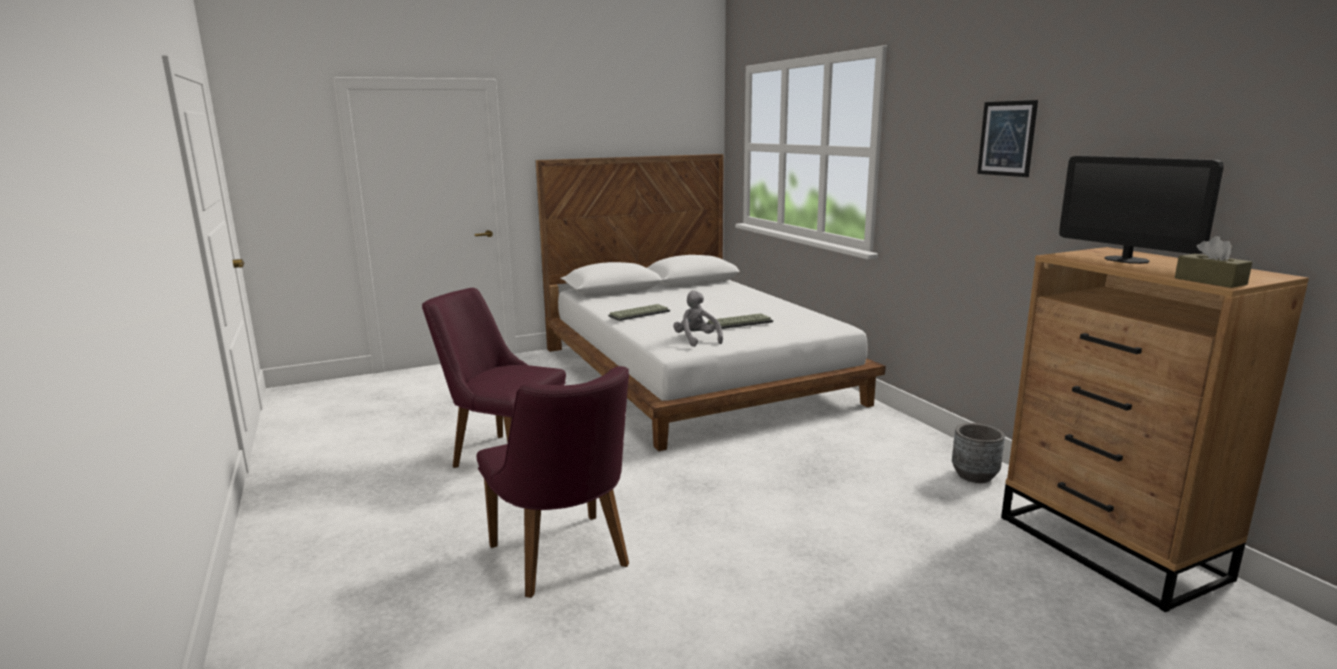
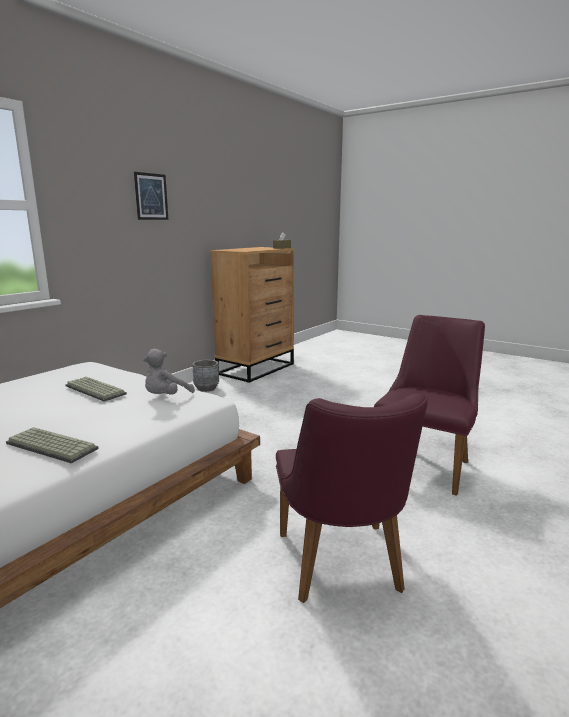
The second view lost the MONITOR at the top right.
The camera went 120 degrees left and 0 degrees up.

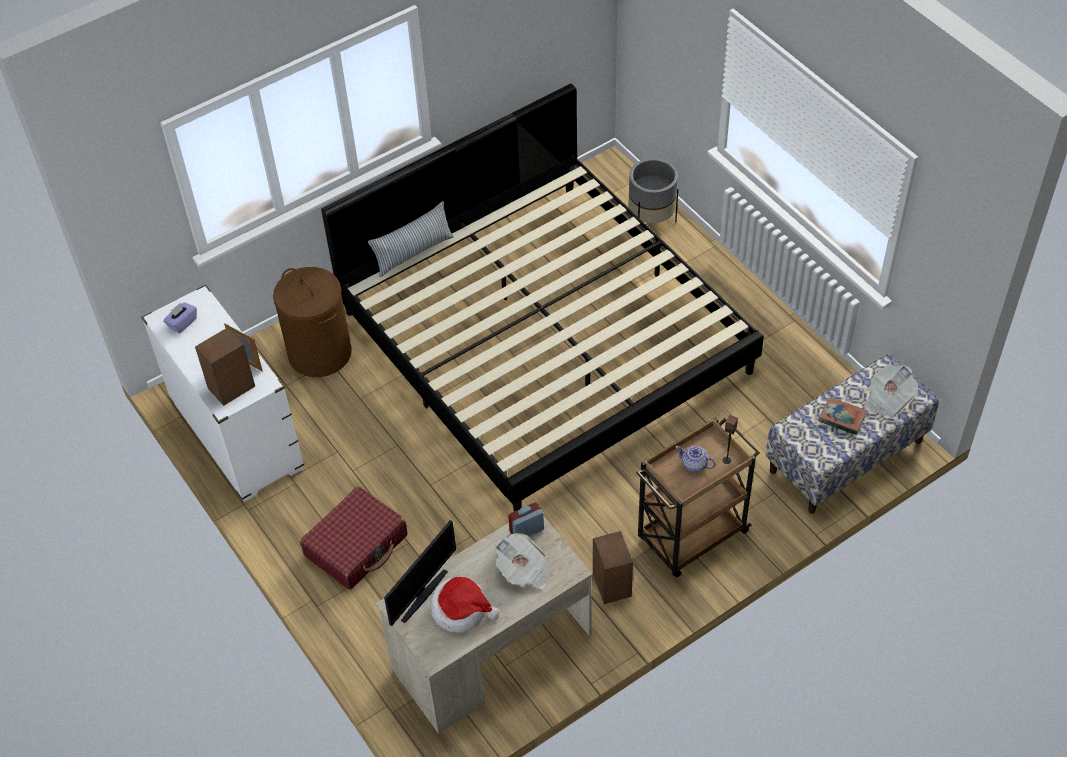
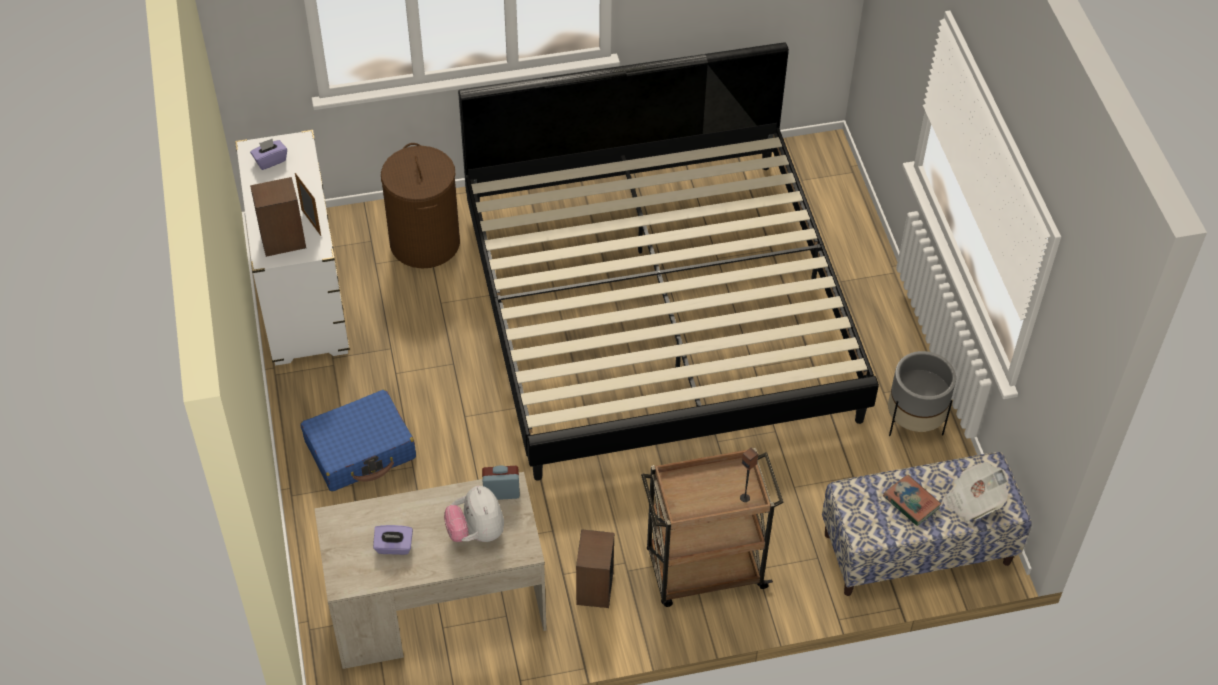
The second view lost the PILLOW at the top centre.
The second view lost the MONITOR at the bottom centre.
The second view lost the TEAPOT at the centre.
The GREY PLANTER ended up elsewhere, having gone from the top centre to the middle right.
Where the HAT stood at the bottom centre, the PURPLE TISSUE BOX (2nd from left) came to stand at the bottom left.
Where the NEWSPAPER (1st from left) stood at the bottom centre, the PLUSH TOY came to stand at the bottom centre.
What was the RED SUITCASE at the bottom left turned into the BLUE SUITCASE at the middle left.
The camera went 20 degrees right and 0 degrees up.

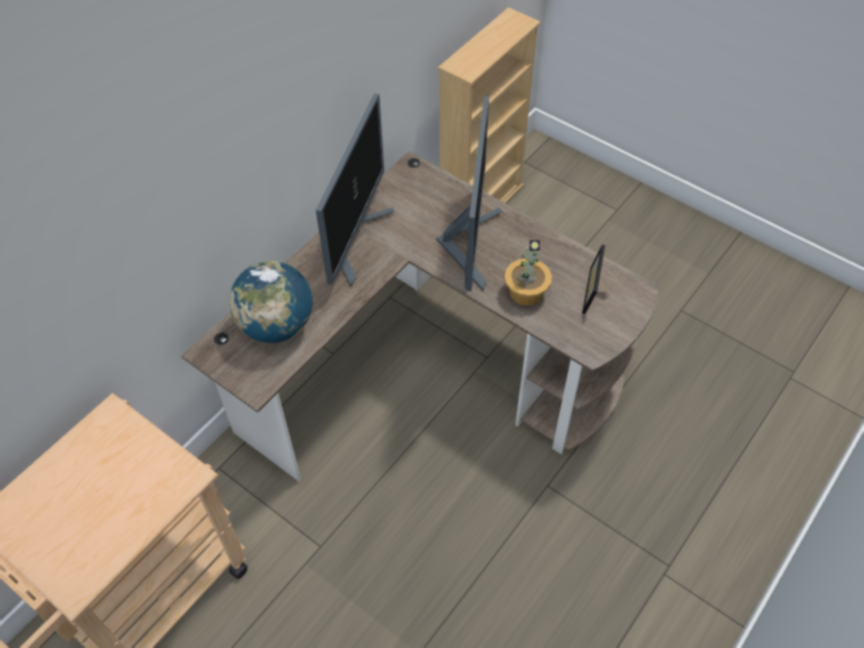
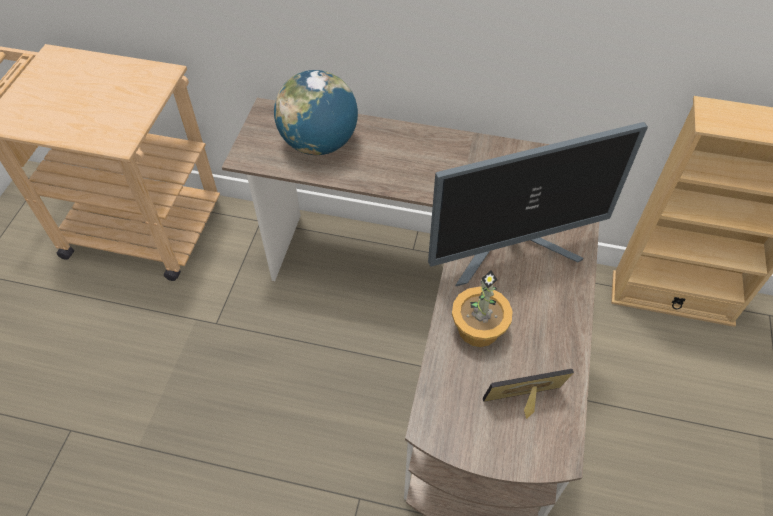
The second view lost the MONITOR (1st from left) at the top centre.
The camera went 65 degrees right and 0 degrees up.

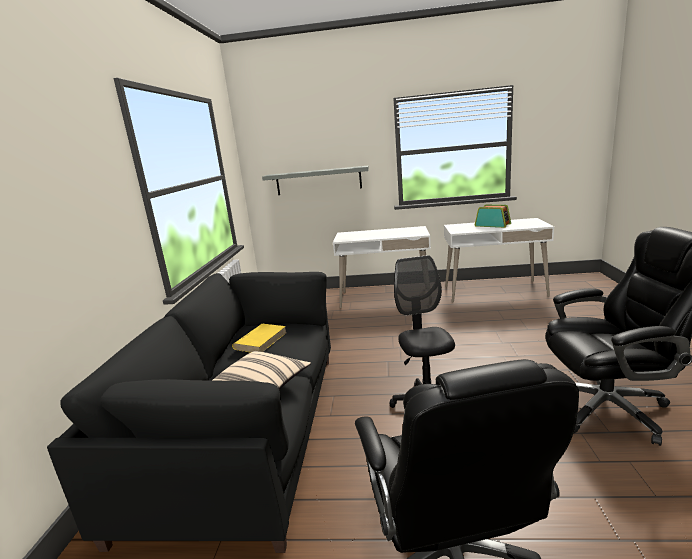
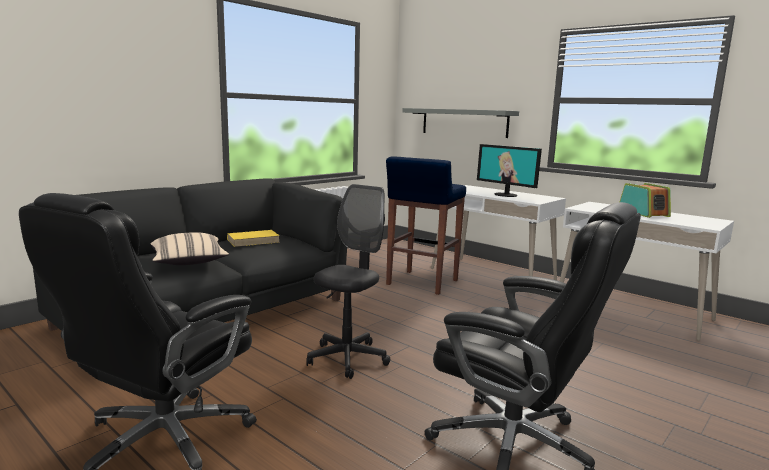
The second view gained the BLUE STOOL at the centre.
The second view gained the MONITOR at the centre.
The camera went 35 degrees right and 5 degrees down.

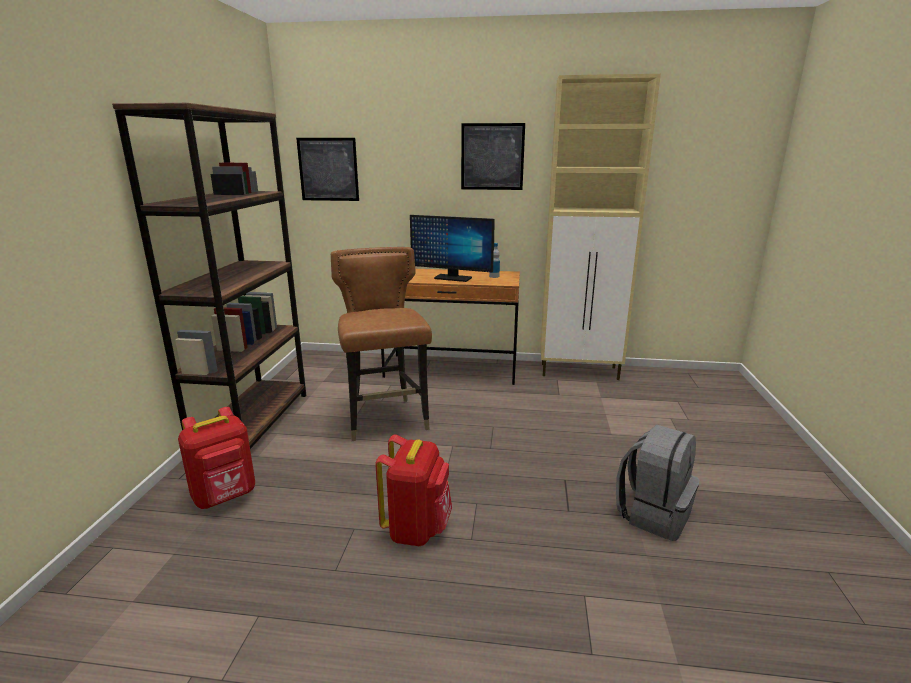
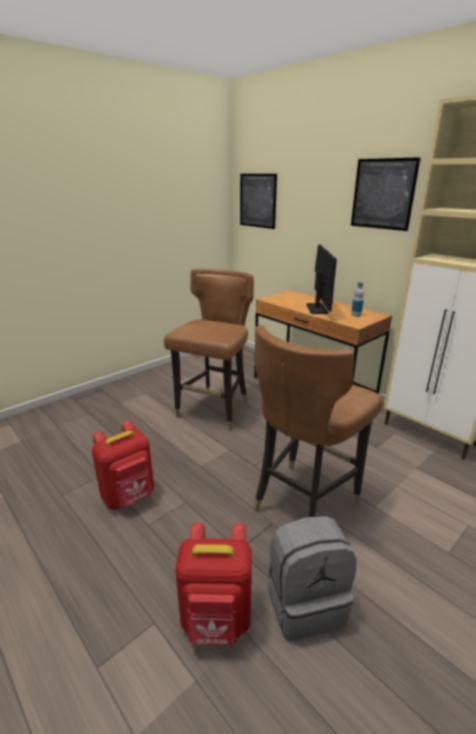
The second view lost the BROWN BOOKCASE at the middle left.
The second view gained the BROWN CHAIR (2nd from left) at the middle right.
The RED BACKPACK (1st from left in the first image) ended up elsewhere, having gone from the bottom left to the bottom centre.
The MONITOR at the centre ended up facing another way, 150 degrees counterclockwise from before.
The camera went 40 degrees right and 5 degrees up.

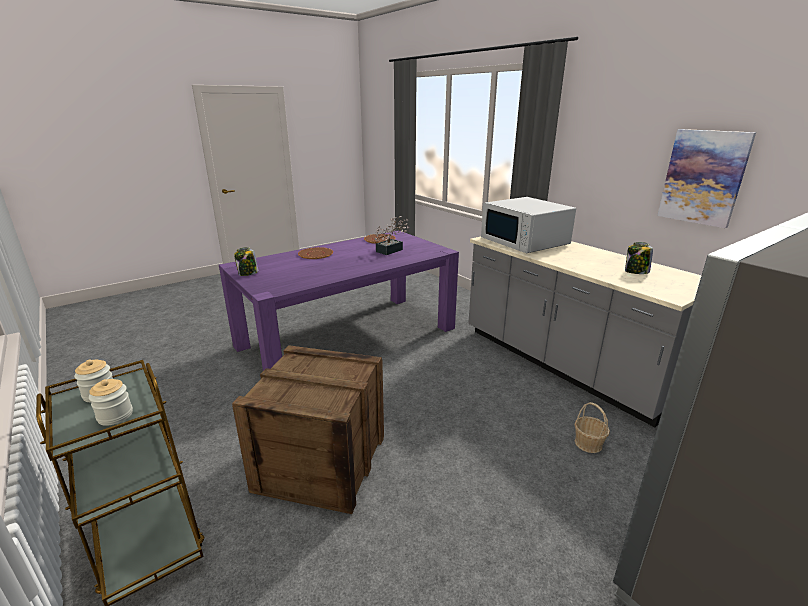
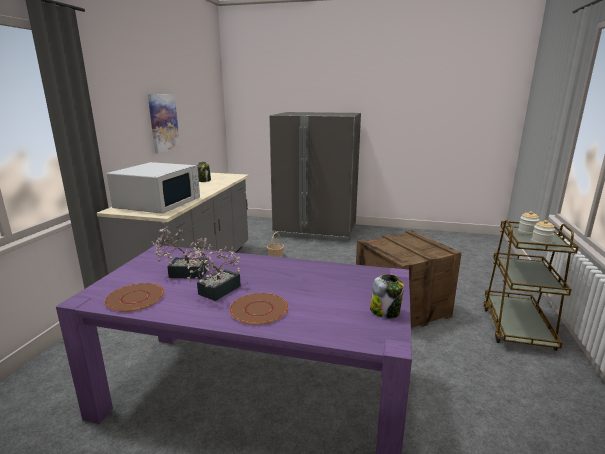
The second view gained the POTTED PLANT (2nd from left) at the centre.
The camera went 130 degrees left and 5 degrees down.

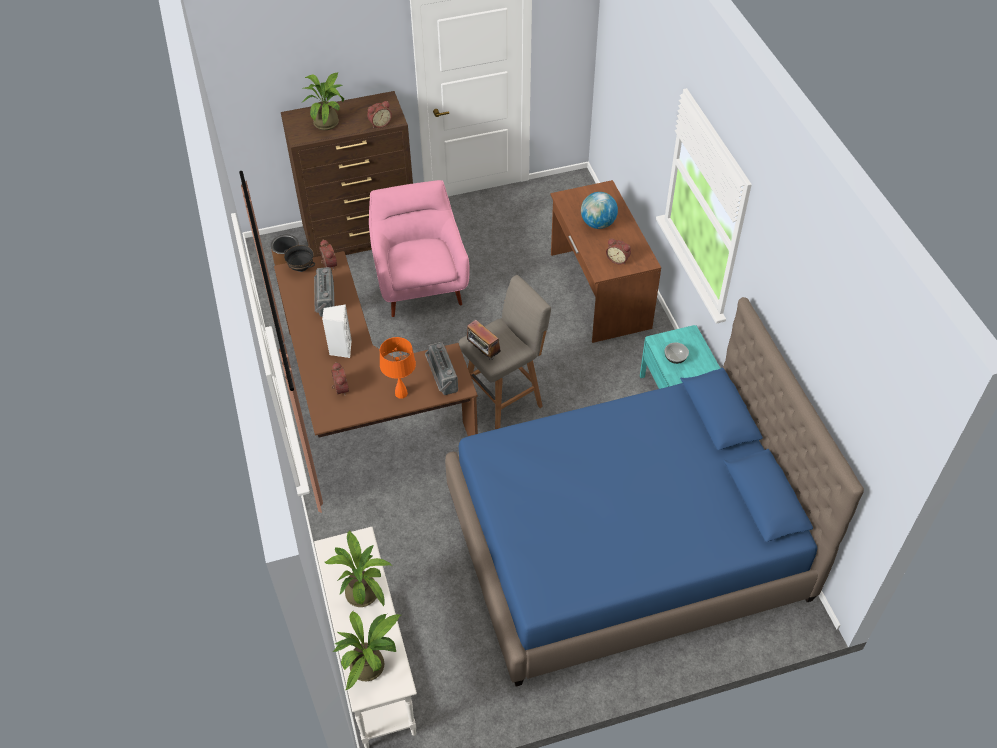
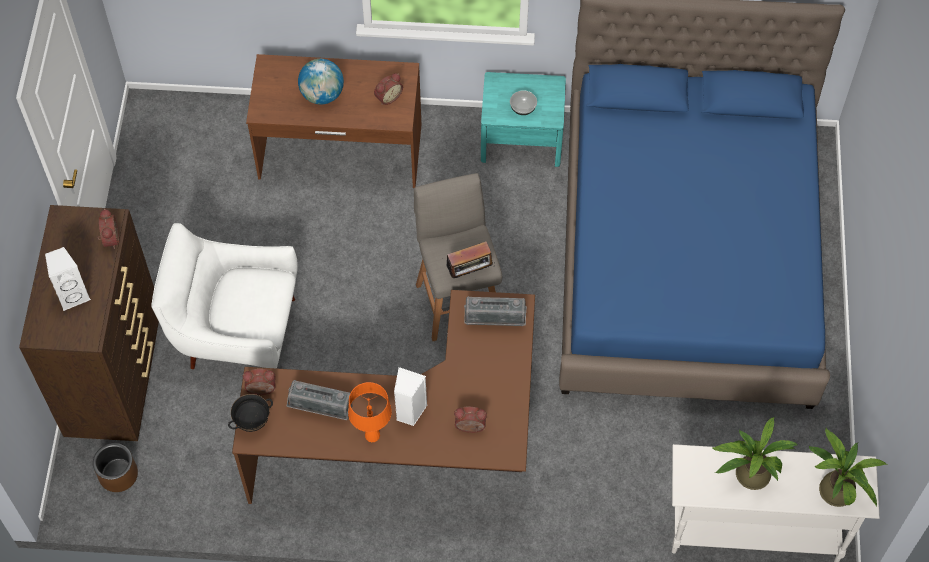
The ORANGE TABLE LAMP ended up elsewhere, having gone from the centre to the bottom centre.
Where the POTTED PLANT (1st from left) stood at the top left, the WHITE SPEAKER (1st from left) came to stand at the middle left.
What was the PINK ARMCHAIR at the top centre turned into the WHITE ARMCHAIR at the middle left.
The camera went 70 degrees left and 10 degrees up.

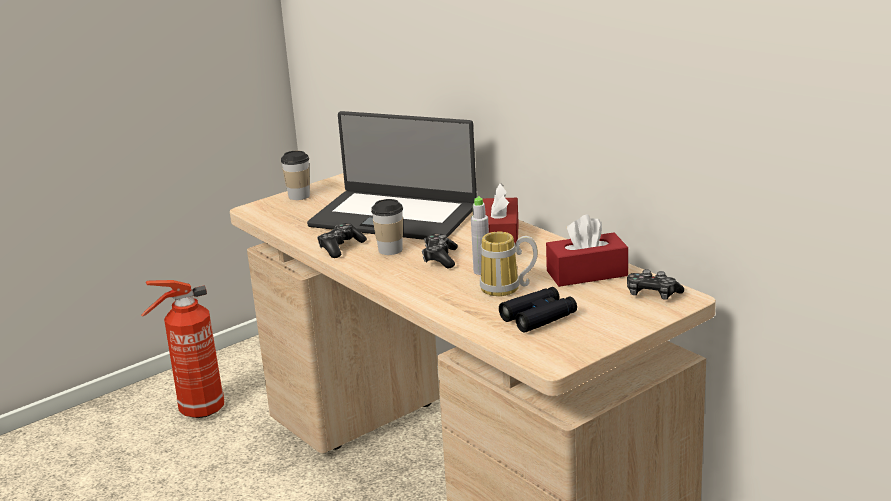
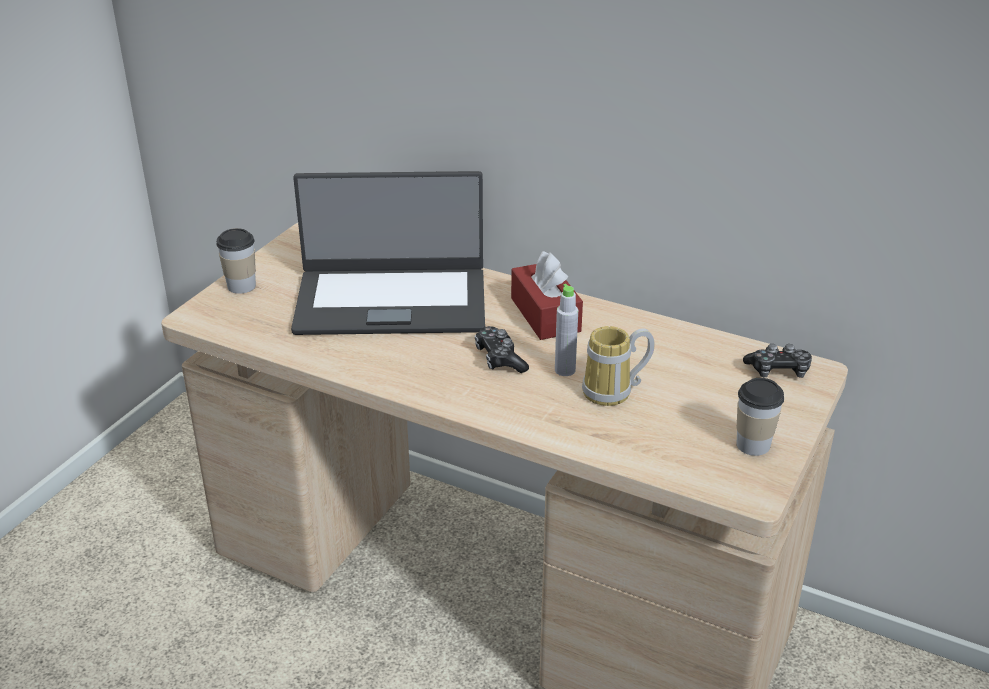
The second view lost the FIRE EXTINGUISHER at the bottom left.
The second view lost the GAME CONTROLLER (1st from left) at the centre.
The second view lost the BLACK BINOCULARS at the centre.
The second view lost the RED TISSUE BOX (2nd from left) at the centre.
The CUP (2nd from left) ended up elsewhere, having gone from the centre to the middle right.
The camera went 25 degrees left and 10 degrees up.

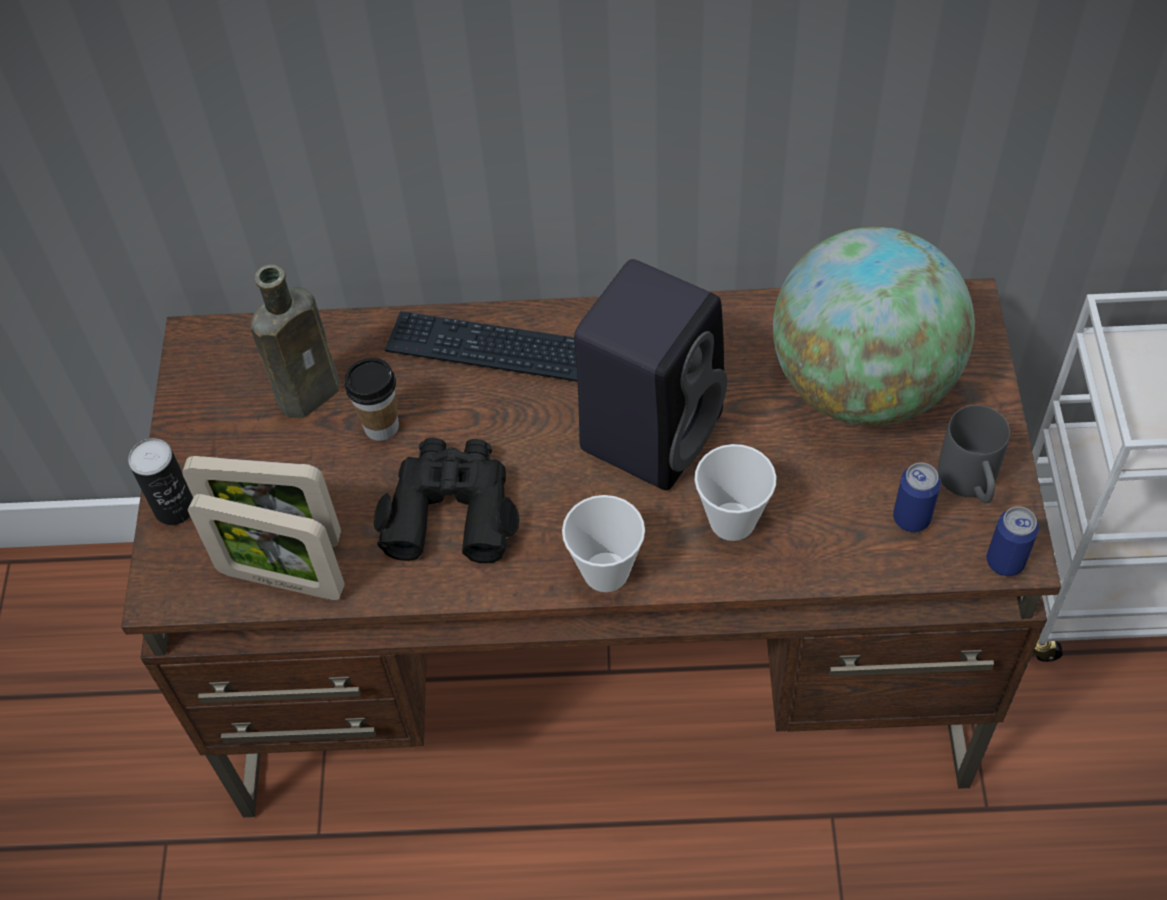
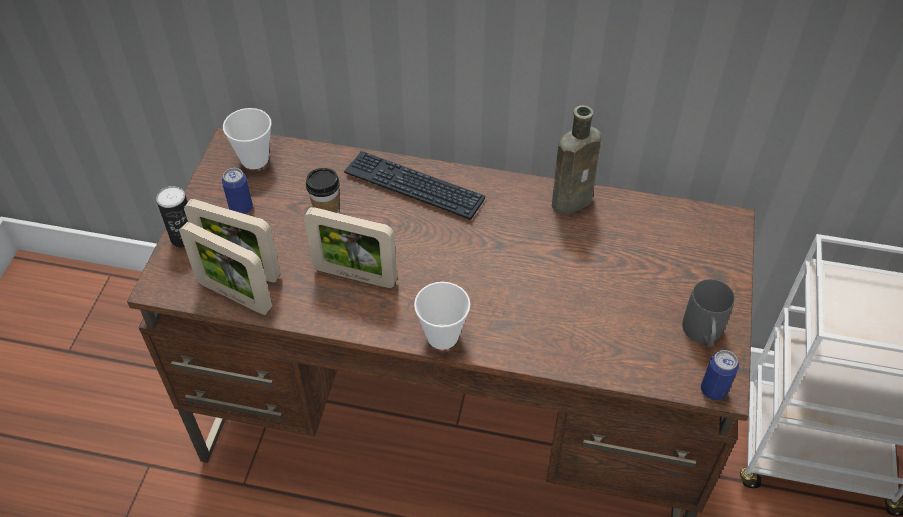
The second view lost the BLACK SPEAKER at the centre.
The second view lost the GLOBE at the middle right.
The BROWN BOTTLE ended up elsewhere, having gone from the middle left to the top centre.
The CUP (3rd from left in the first image) ended up elsewhere, having gone from the centre to the top left.
The CAN (2nd from left) ended up elsewhere, having gone from the middle right to the middle left.
Where the BLACK BINOCULARS stood at the centre, the PICTURE FRAME (3rd from left) came to stand at the centre.
The camera went 10 degrees right and 5 degrees down.

